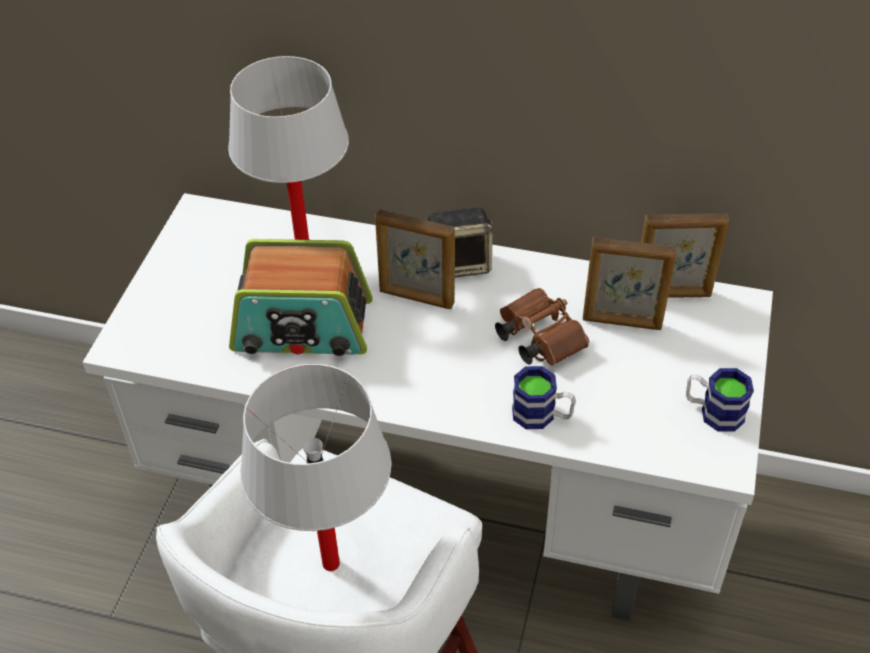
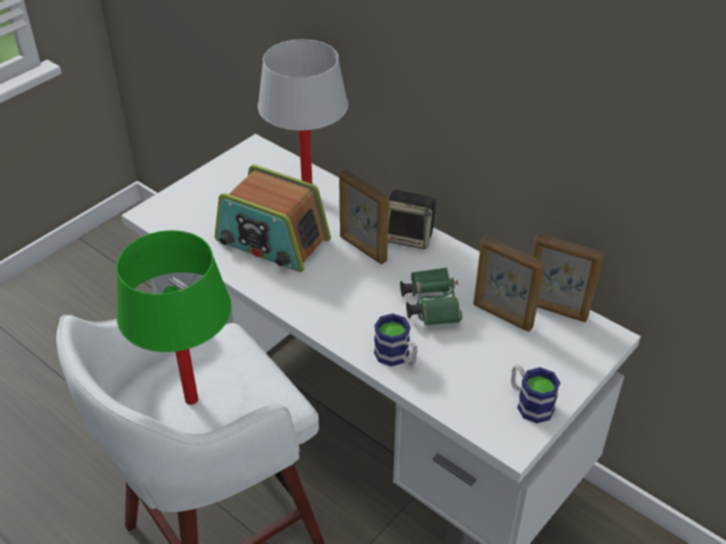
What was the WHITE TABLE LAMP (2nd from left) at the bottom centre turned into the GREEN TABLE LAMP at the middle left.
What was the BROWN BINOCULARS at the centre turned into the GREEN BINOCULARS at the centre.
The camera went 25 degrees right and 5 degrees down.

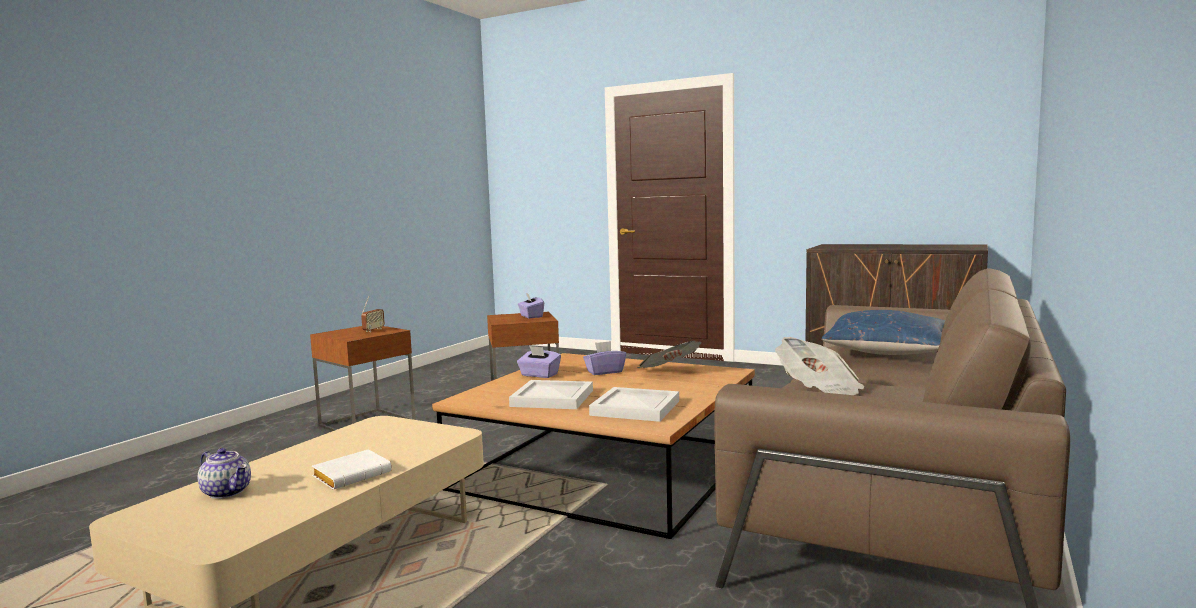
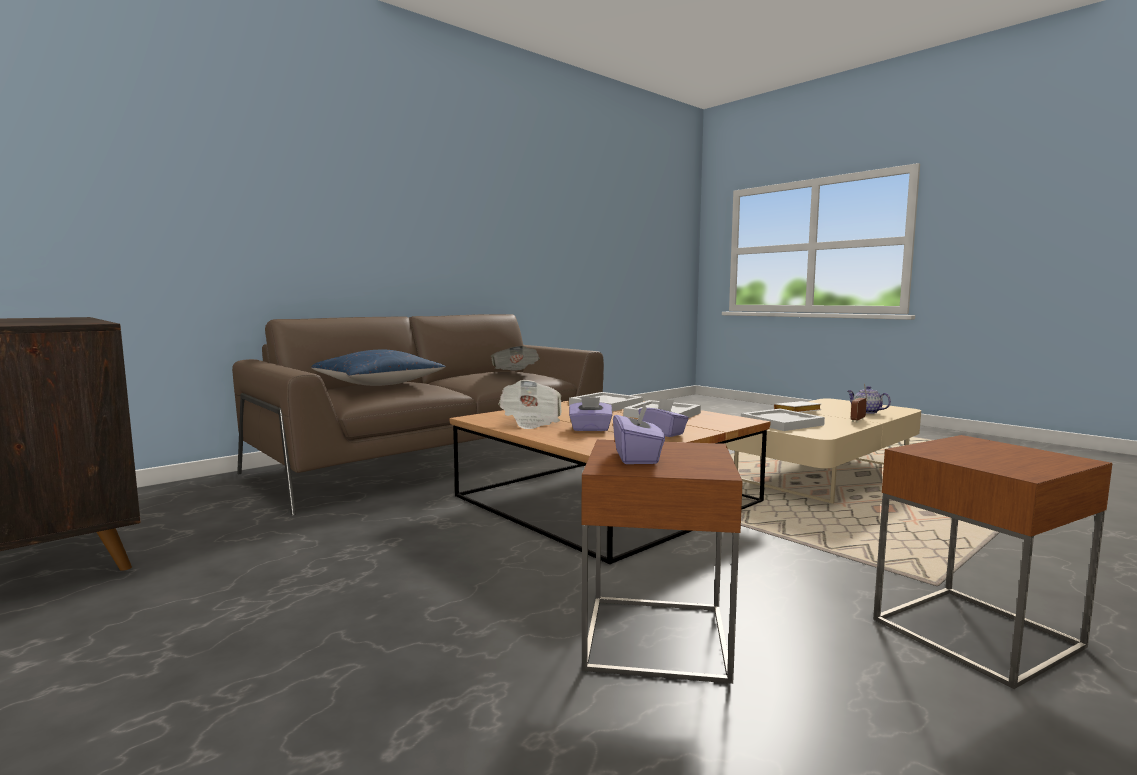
The second view gained the WHITE TRAY (3rd from left) at the middle right.
The RADIO ended up elsewhere, having gone from the middle left to the middle right.
The camera went 160 degrees left and 0 degrees up.

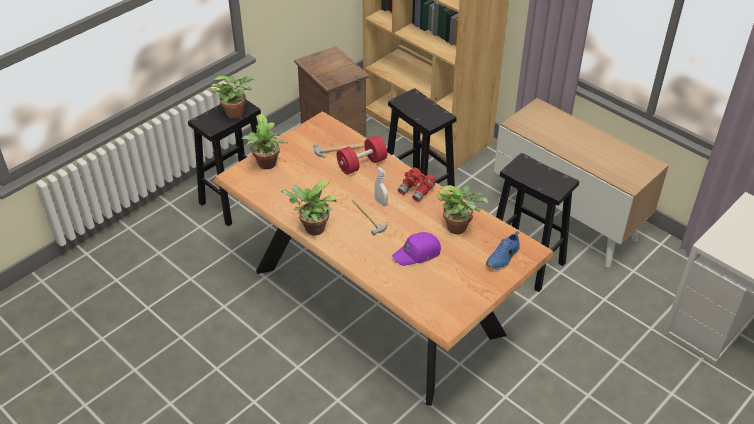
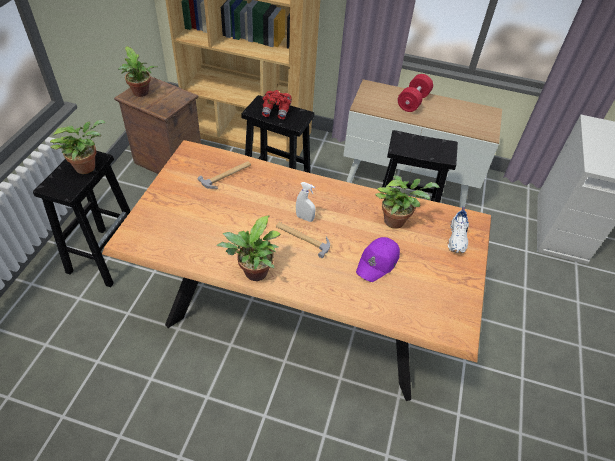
The POTTED PLANT (2nd from left) ended up elsewhere, having gone from the top centre to the top left.
The RED DUMBBELL ended up elsewhere, having gone from the centre to the top right.
The RED BINOCULARS ended up elsewhere, having gone from the centre to the top centre.
What was the BLUE SHOE at the middle right turned into the WHITE SHOE at the middle right.
The camera went 30 degrees left and 5 degrees up.

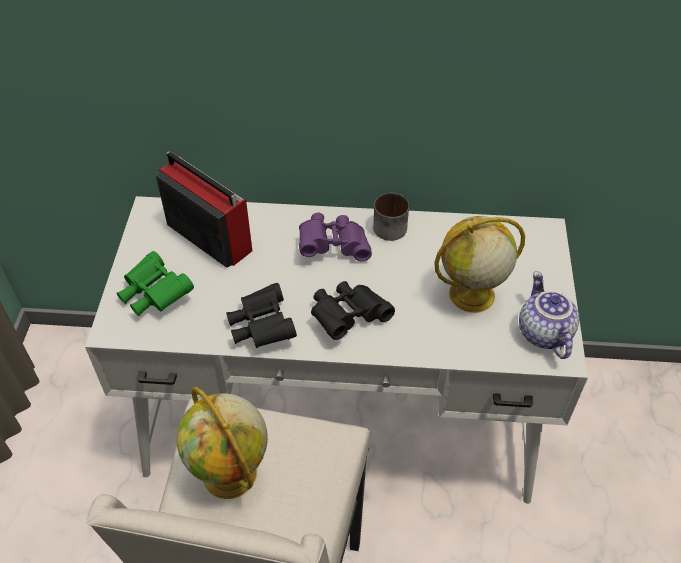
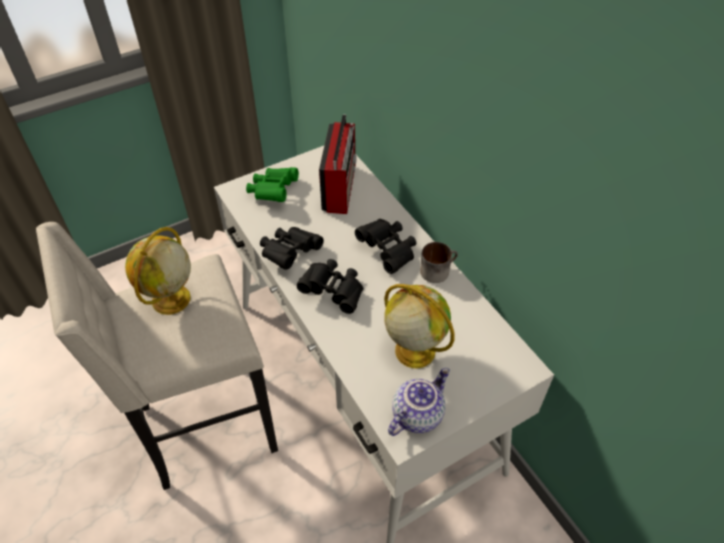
What was the PURPLE BINOCULARS at the centre turned into the BLACK BINOCULARS (3rd from left) at the centre.
The camera went 55 degrees right and 0 degrees up.

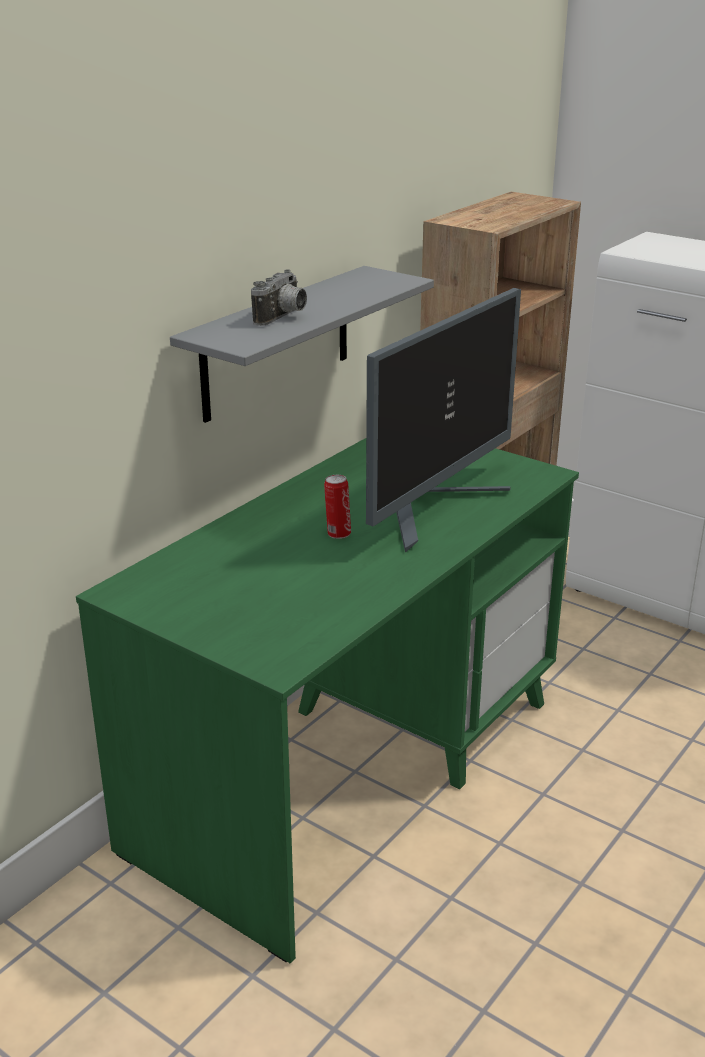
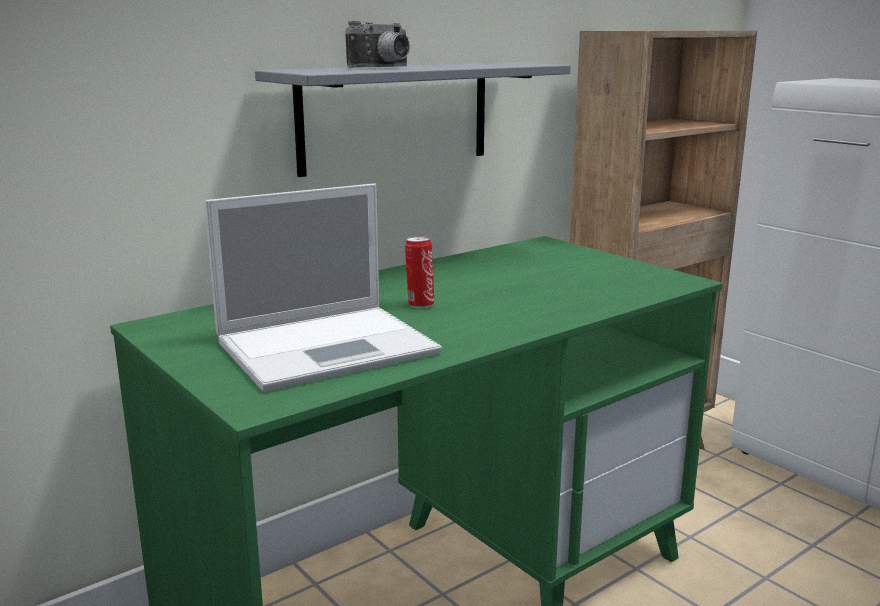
The second view lost the MONITOR at the centre.
The second view gained the LAPTOP at the centre.
The camera went 15 degrees right and 10 degrees down.

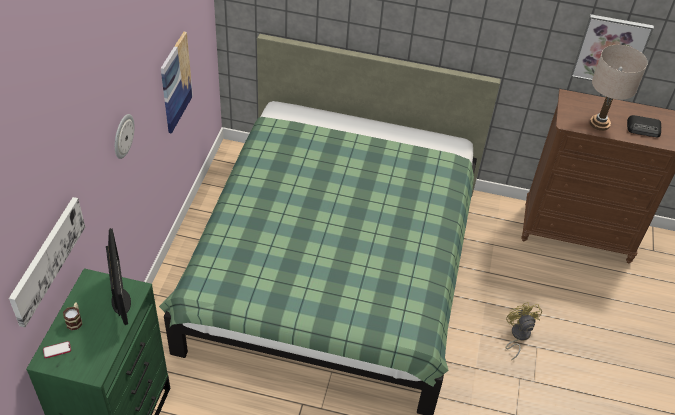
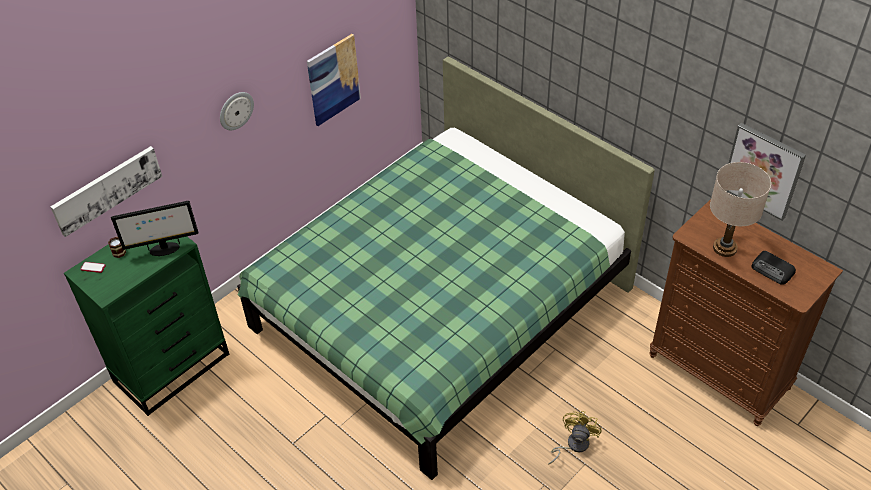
The MONITOR at the middle left ended up facing another way, 60 degrees clockwise from before.
The camera went 35 degrees right and 0 degrees up.

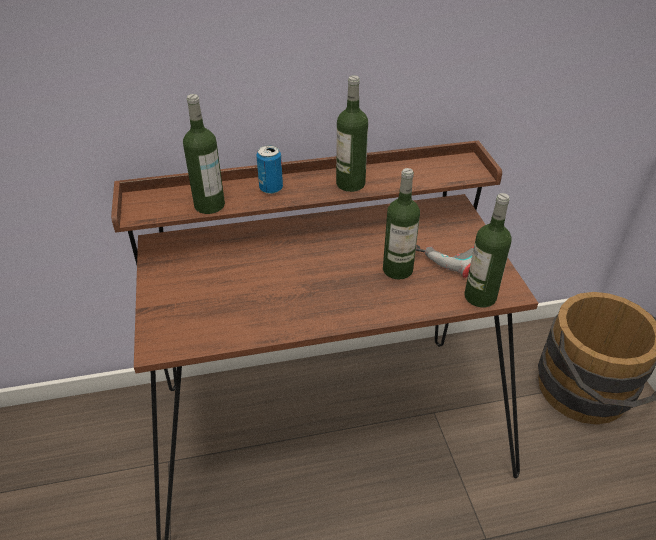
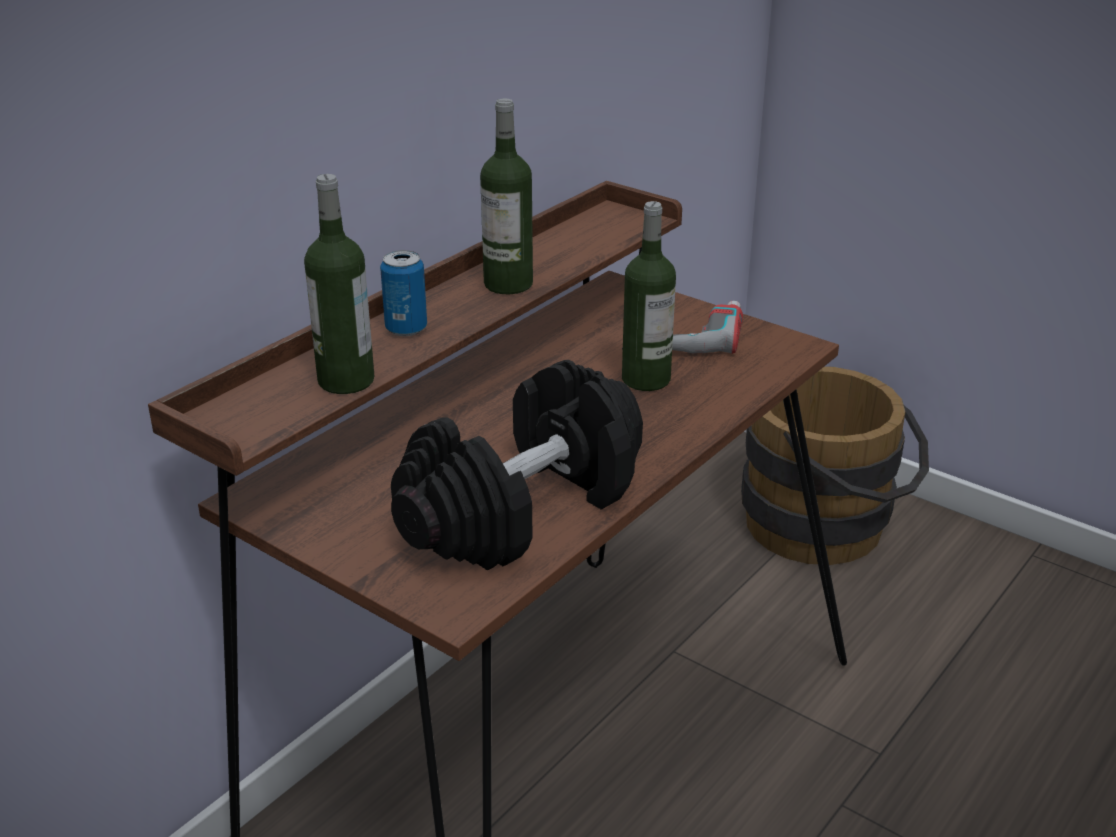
The second view lost the BOTTLE (4th from left) at the middle right.
The second view gained the BLACK DUMBBELL at the centre.
The camera went 40 degrees left and 10 degrees down.

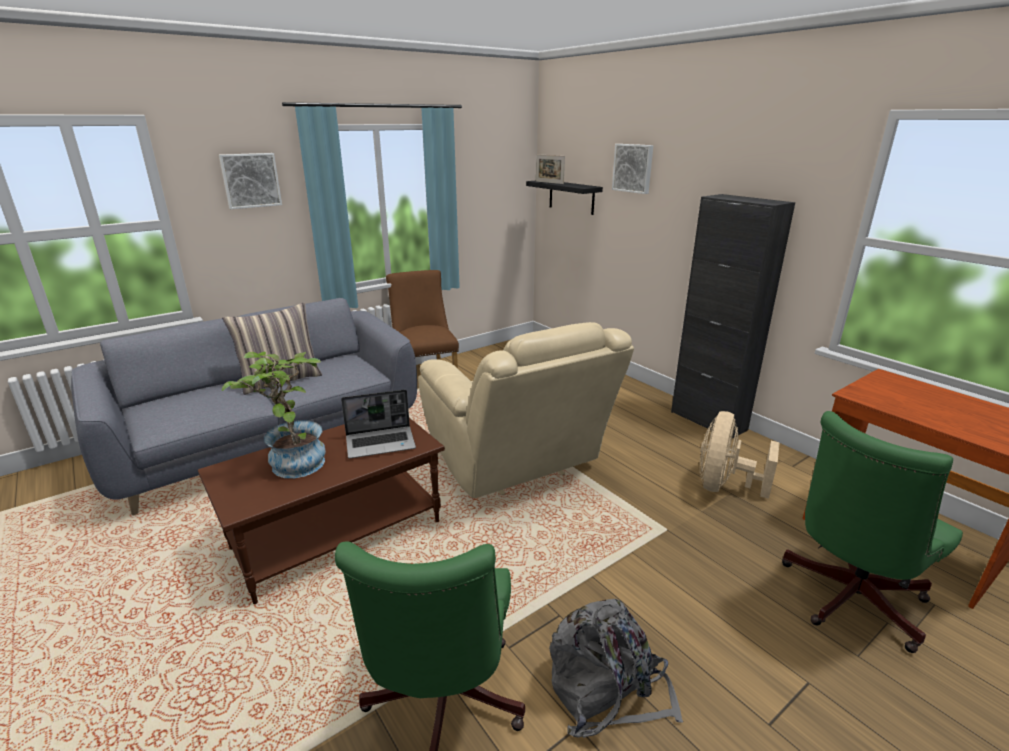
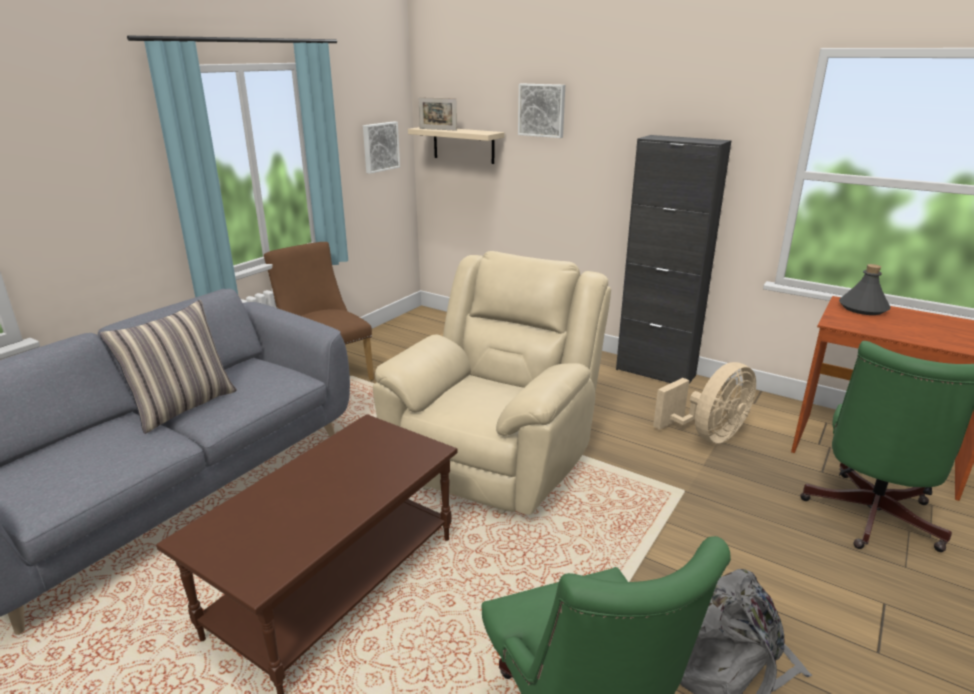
The second view lost the POTTED PLANT at the middle left.
The second view lost the LAPTOP at the centre.
The second view gained the GREY BOTTLE at the middle right.
The PICTURE (1st from left) ended up elsewhere, having gone from the top left to the top centre.
What was the BLACK SHELF at the top centre turned into the BEIGE SHELF at the top centre.
The BEIGE ARMCHAIR at the centre ended up facing another way, 105 degrees counterclockwise from before.
The BEIGE FAN at the middle right ended up facing another way, 135 degrees counterclockwise from before.
The camera went 20 degrees left and 0 degrees up.

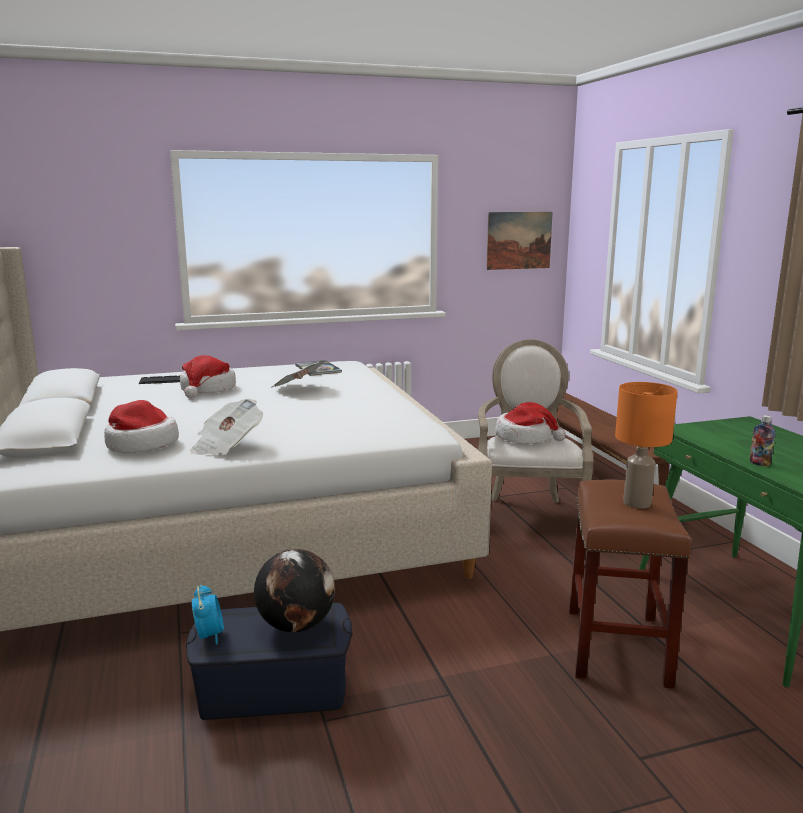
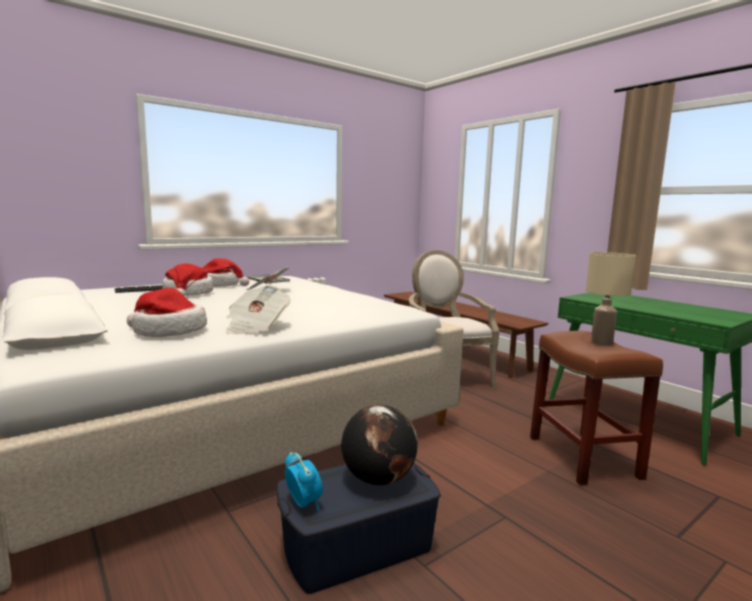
The second view lost the PICTURE at the top centre.
The second view lost the BOTTLE at the middle right.
The HAT (3rd from left) ended up elsewhere, having gone from the centre to the middle left.
What was the ORANGE TABLE LAMP at the middle right turned into the BEIGE TABLE LAMP at the middle right.
The camera went 20 degrees left and 5 degrees down.

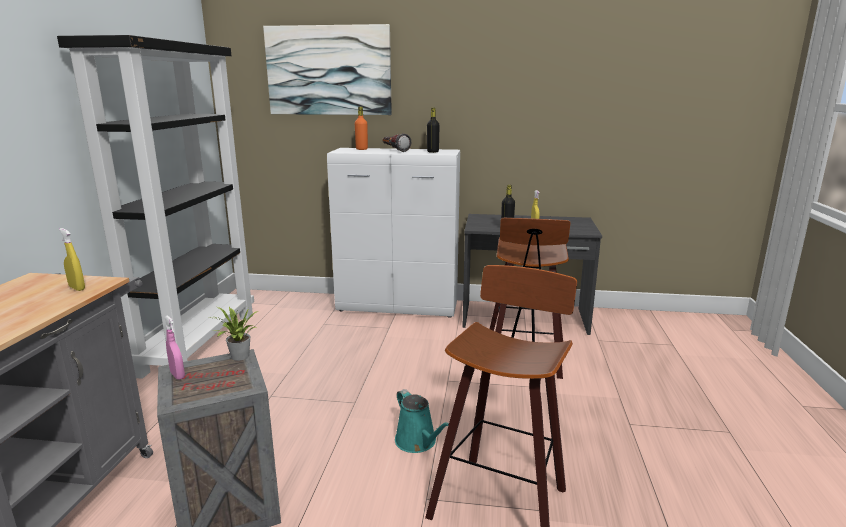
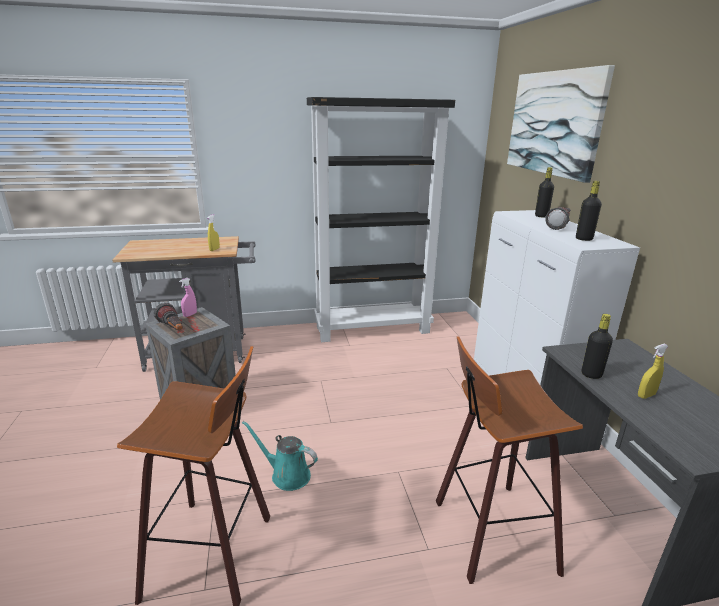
The second view lost the POTTED PLANT at the middle left.
The second view gained the FLASHLIGHT (1st from left) at the middle left.
What was the ORANGE BOTTLE at the top centre turned into the BLACK BOTTLE (1st from left) at the top right.
The TURQUOISE WATERING CAN at the bottom centre ended up facing another way, 75 degrees clockwise from before.
The camera went 70 degrees right and 5 degrees up.

